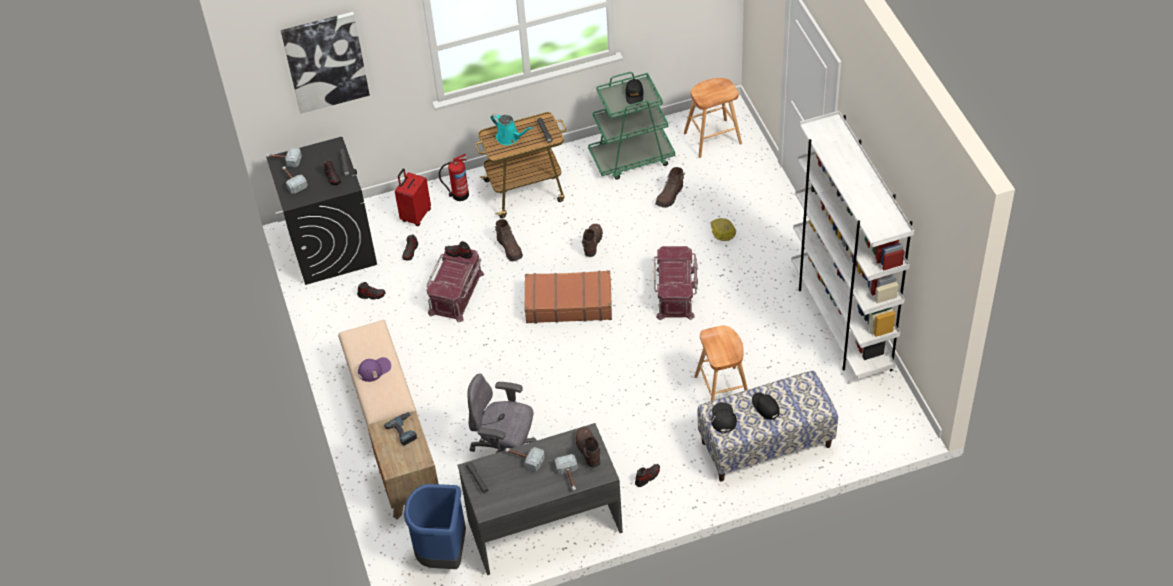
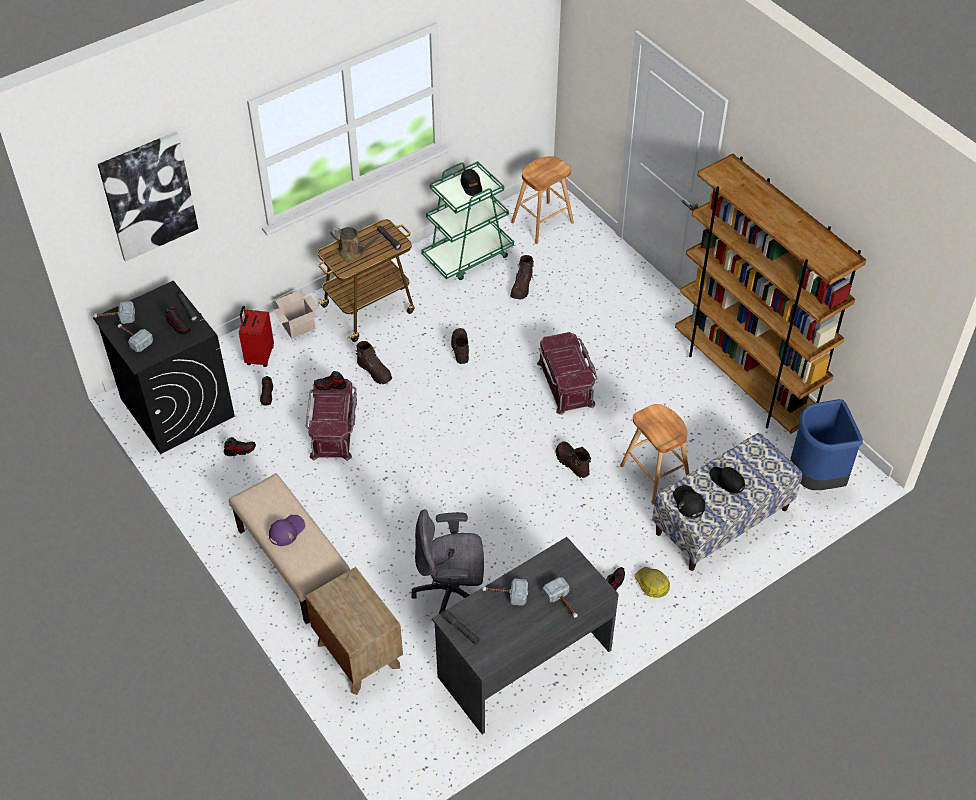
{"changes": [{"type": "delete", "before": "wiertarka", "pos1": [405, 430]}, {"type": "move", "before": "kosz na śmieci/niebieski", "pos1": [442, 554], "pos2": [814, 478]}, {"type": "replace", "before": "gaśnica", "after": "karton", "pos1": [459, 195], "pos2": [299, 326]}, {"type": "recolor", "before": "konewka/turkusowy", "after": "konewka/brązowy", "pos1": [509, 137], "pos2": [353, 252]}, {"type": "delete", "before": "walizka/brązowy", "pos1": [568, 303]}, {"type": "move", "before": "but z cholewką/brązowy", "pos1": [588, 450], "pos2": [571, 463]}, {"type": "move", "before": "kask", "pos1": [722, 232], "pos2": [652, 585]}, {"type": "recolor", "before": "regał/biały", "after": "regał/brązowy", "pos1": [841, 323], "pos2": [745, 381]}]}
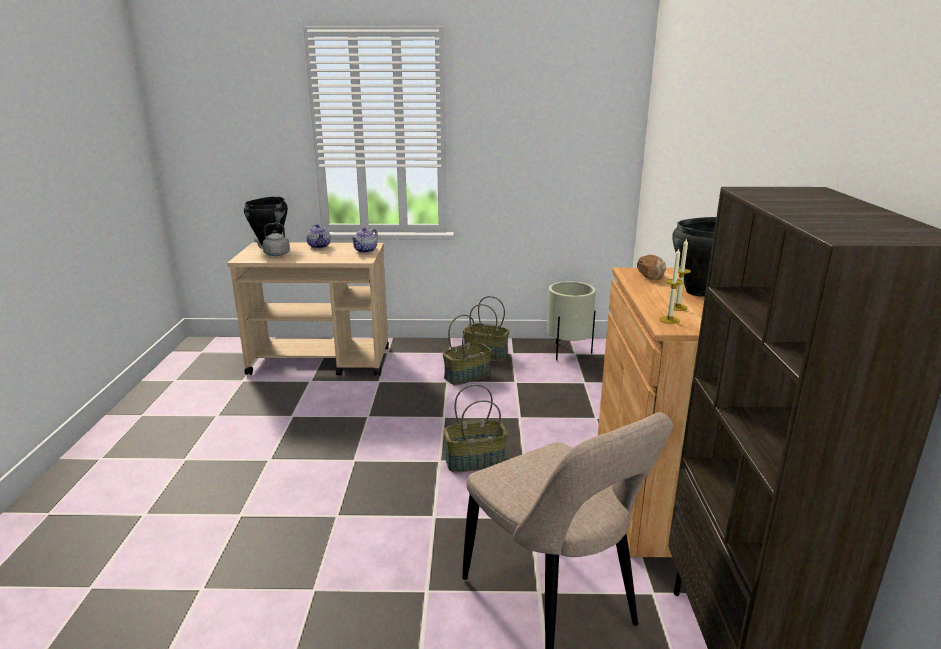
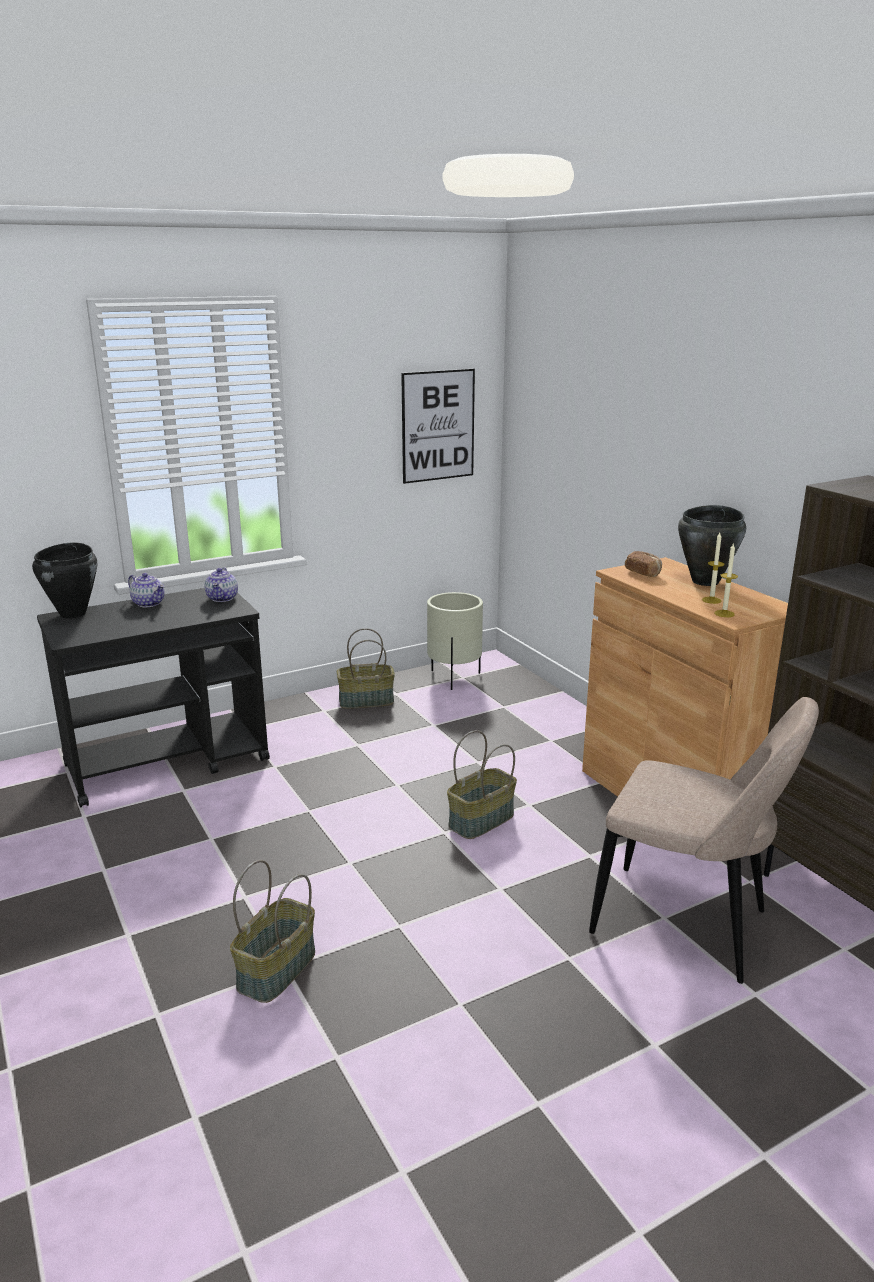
{"changes": [{"type": "recolor", "before": "wózek/beżowy", "after": "wózek/czarny", "pos1": [321, 361], "pos2": [168, 762]}, {"type": "delete", "before": "czajnik/szary", "pos1": [275, 254]}, {"type": "move", "before": "koszyk", "pos1": [467, 376], "pos2": [277, 971]}, {"type": "insert", "after": "obraz", "pos2": [438, 426]}]}
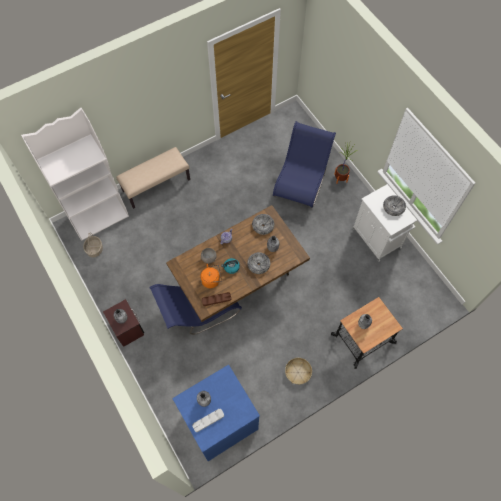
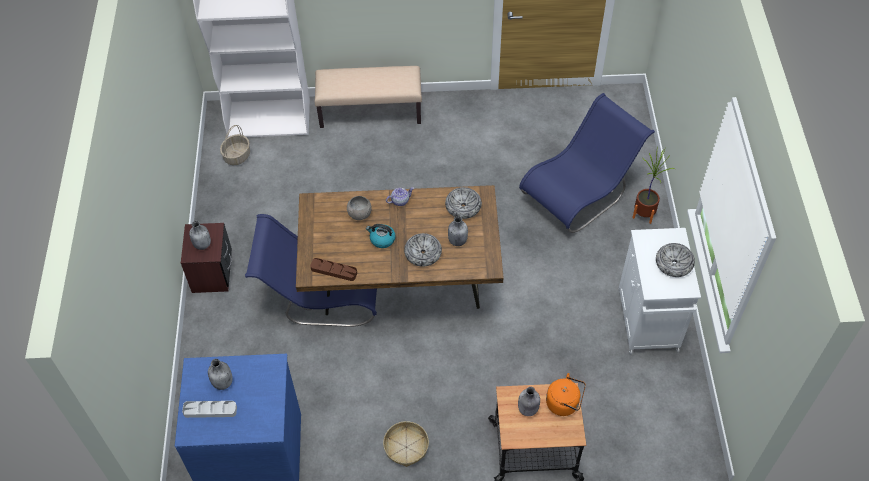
{"changes": [{"type": "move", "before": "czajnik/pomarańczowy", "pos1": [212, 280], "pos2": [564, 403]}]}
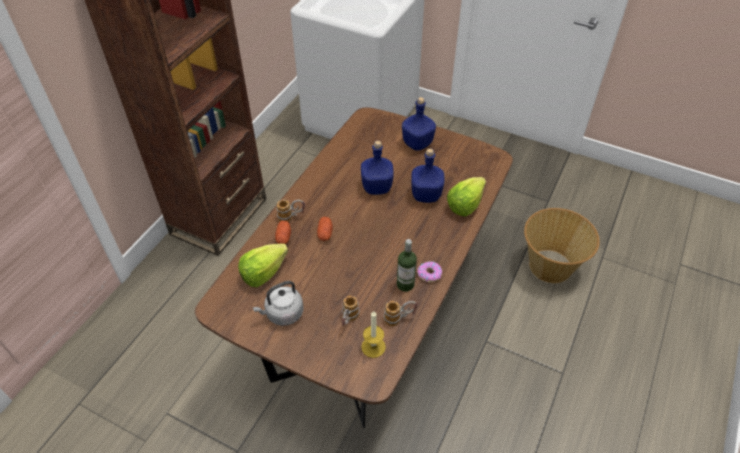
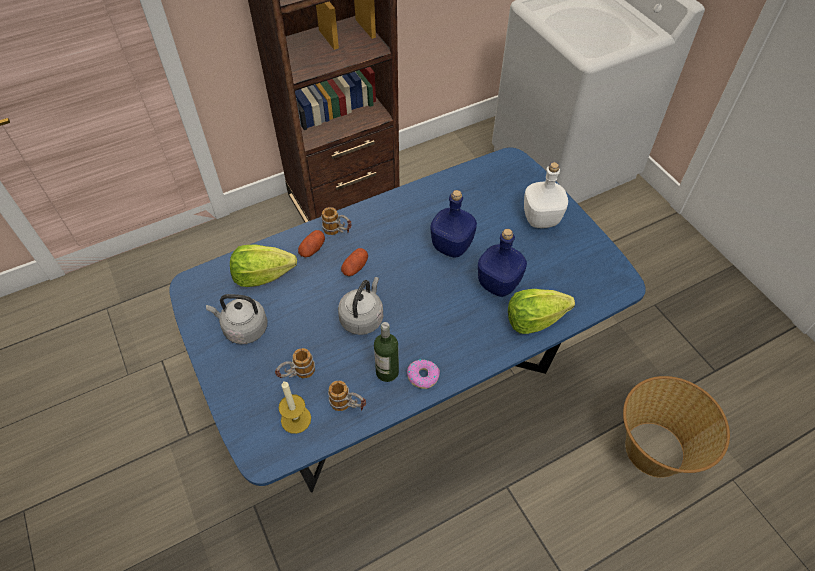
{"changes": [{"type": "recolor", "before": "stół jadalny/brązowy", "after": "stół jadalny/niebieski", "pos1": [370, 315], "pos2": [407, 381]}, {"type": "recolor", "before": "butelka/niebieski", "after": "butelka/biały", "pos1": [417, 144], "pos2": [540, 219]}, {"type": "insert", "after": "czajnik/szary", "pos2": [363, 317]}]}
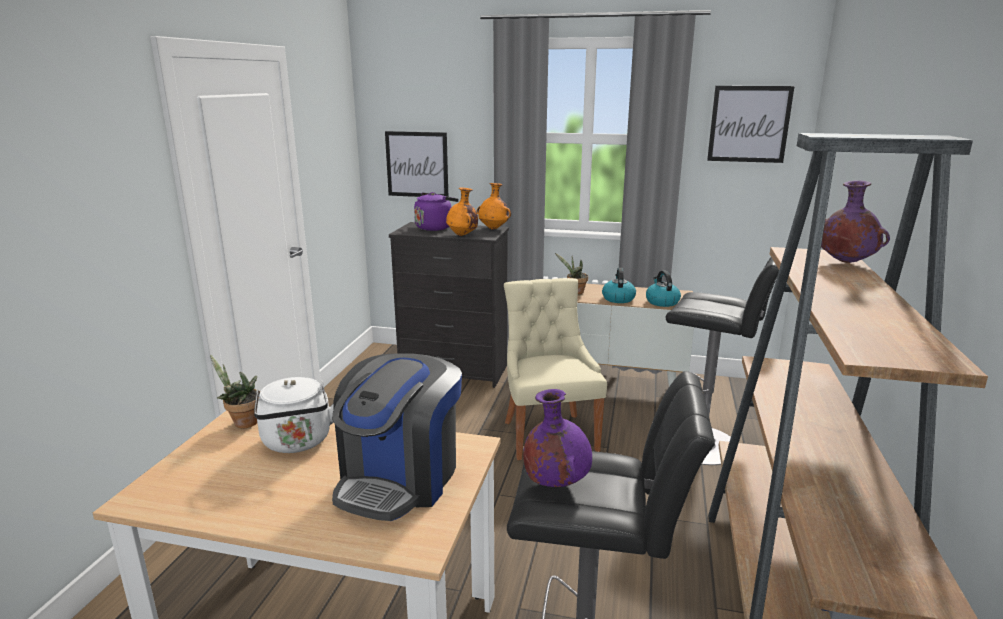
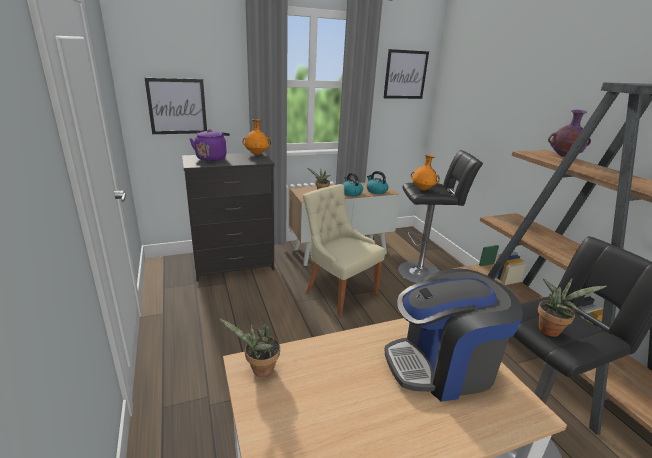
{"changes": [{"type": "delete", "before": "czajnik/biały", "pos1": [298, 442]}, {"type": "rotate", "before": "ekspres do kawy", "pos1": [400, 478], "pos2": [442, 365], "turn": 90}, {"type": "move", "before": "wazon/pomarańczowy", "pos1": [463, 235], "pos2": [423, 189]}, {"type": "replace", "before": "wazon/fioletowy", "after": "roślina doniczkowa", "pos1": [555, 483], "pos2": [551, 329]}]}
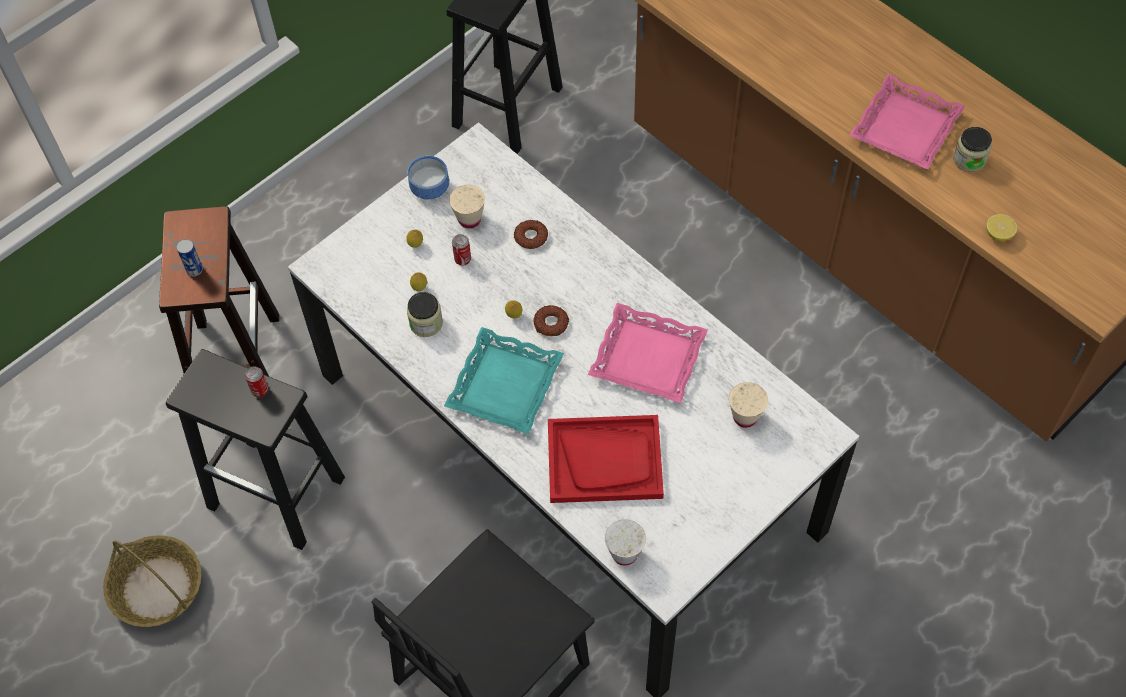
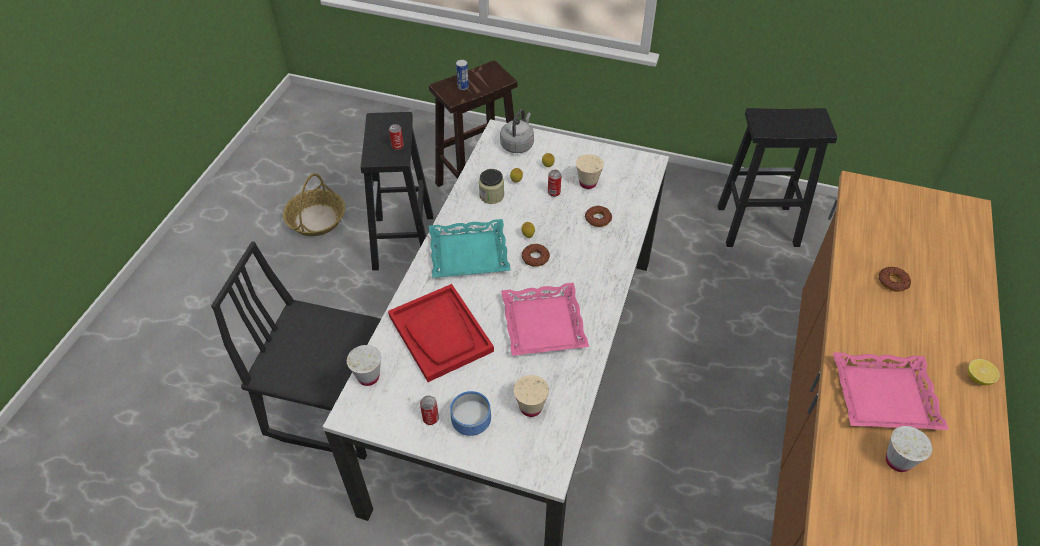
{"changes": [{"type": "move", "before": "miska", "pos1": [429, 187], "pos2": [472, 421]}, {"type": "replace", "before": "słoik", "after": "filiżanka/biały", "pos1": [969, 159], "pos2": [897, 461]}, {"type": "move", "before": "cytryna", "pos1": [998, 234], "pos2": [978, 378]}, {"type": "insert", "after": "puszka", "pos2": [430, 418]}, {"type": "insert", "after": "czajnik/szary", "pos2": [518, 144]}, {"type": "insert", "after": "donut", "pos2": [893, 282]}]}
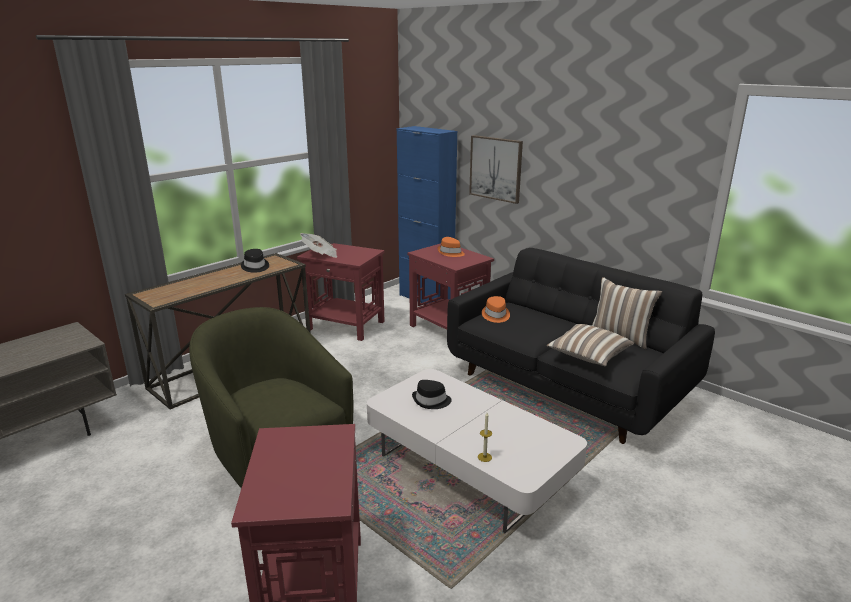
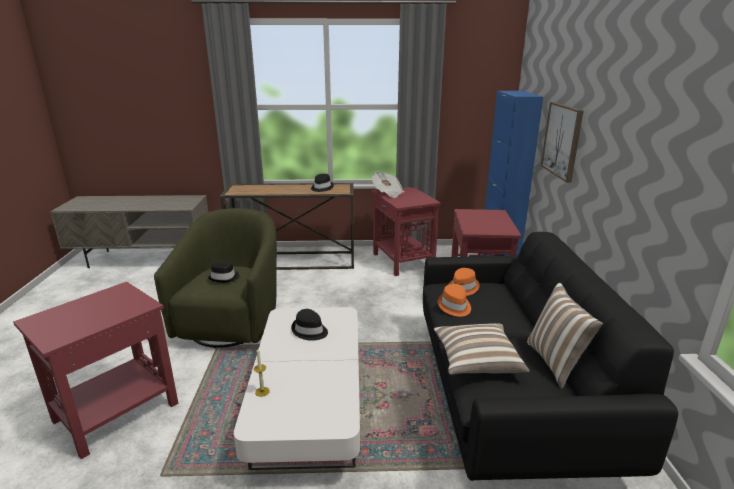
{"changes": [{"type": "move", "before": "kapelusz/pomarańczowy", "pos1": [450, 253], "pos2": [454, 306]}, {"type": "insert", "after": "kapelusz/czarny", "pos2": [224, 278]}]}
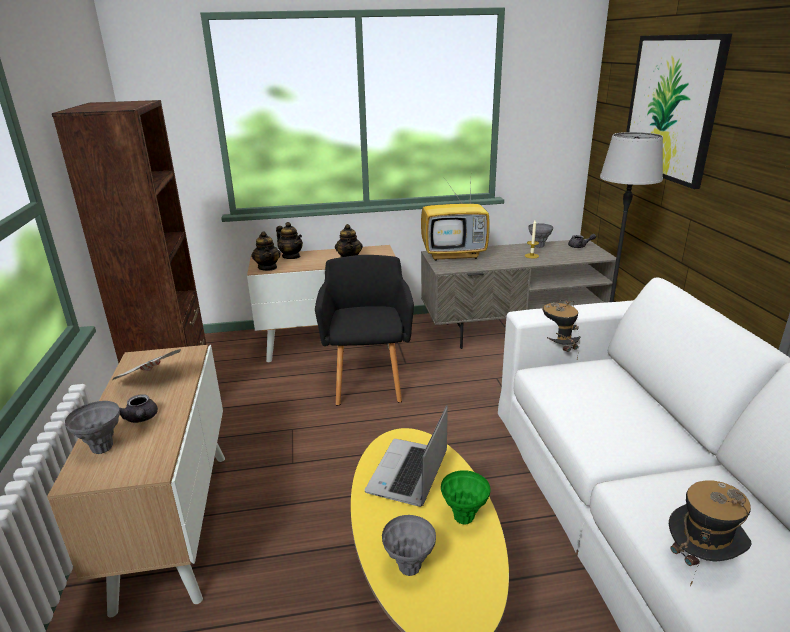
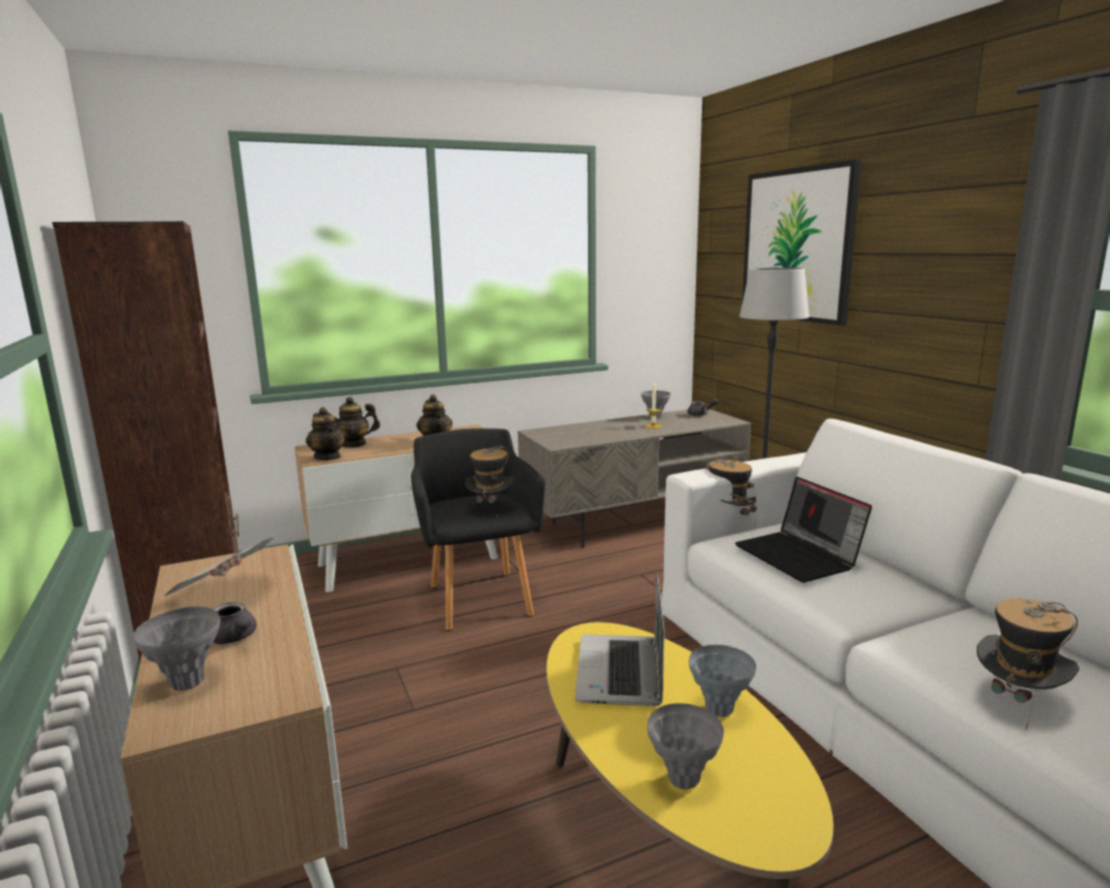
{"changes": [{"type": "rotate", "before": "imbryk", "pos1": [291, 256], "pos2": [354, 444], "turn": 135}, {"type": "delete", "before": "telewizor", "pos1": [455, 255]}, {"type": "recolor", "before": "wazon/zielony", "after": "wazon/szary", "pos1": [464, 518], "pos2": [719, 710]}, {"type": "insert", "after": "kapelusz", "pos2": [491, 509]}, {"type": "insert", "after": "laptop", "pos2": [799, 557]}]}
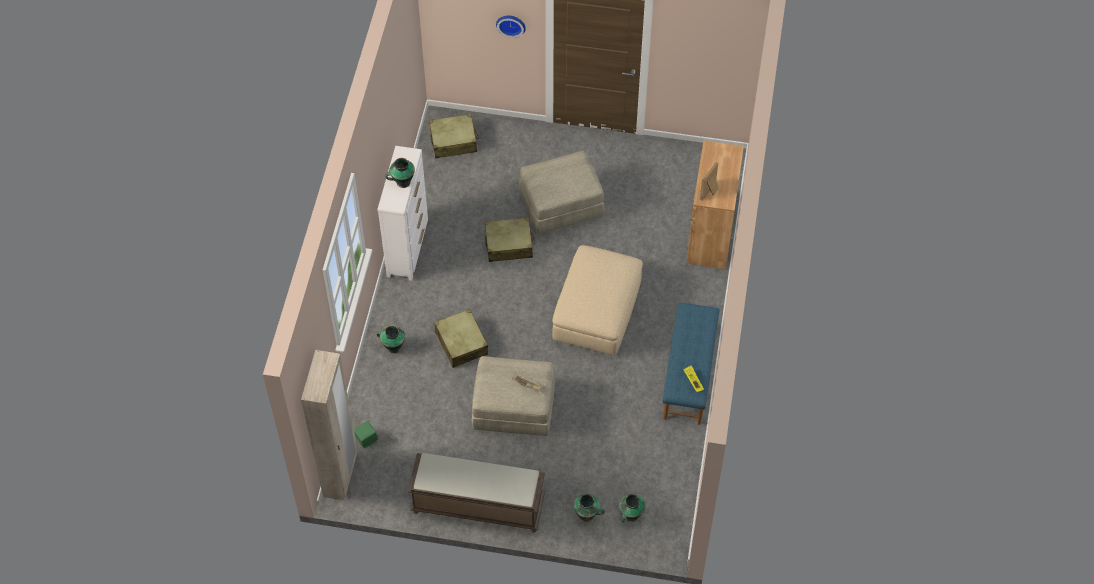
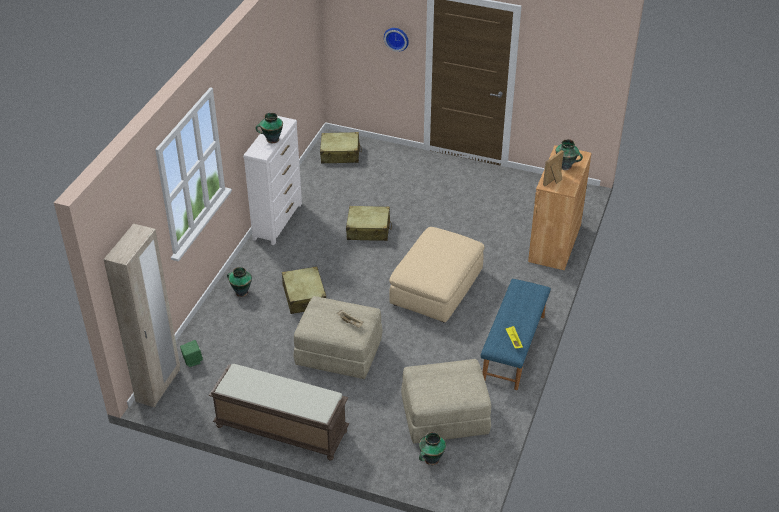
{"changes": [{"type": "move", "before": "pufa/beżowy", "pos1": [561, 205], "pos2": [444, 417]}, {"type": "move", "before": "wazon", "pos1": [587, 516], "pos2": [566, 166]}]}
